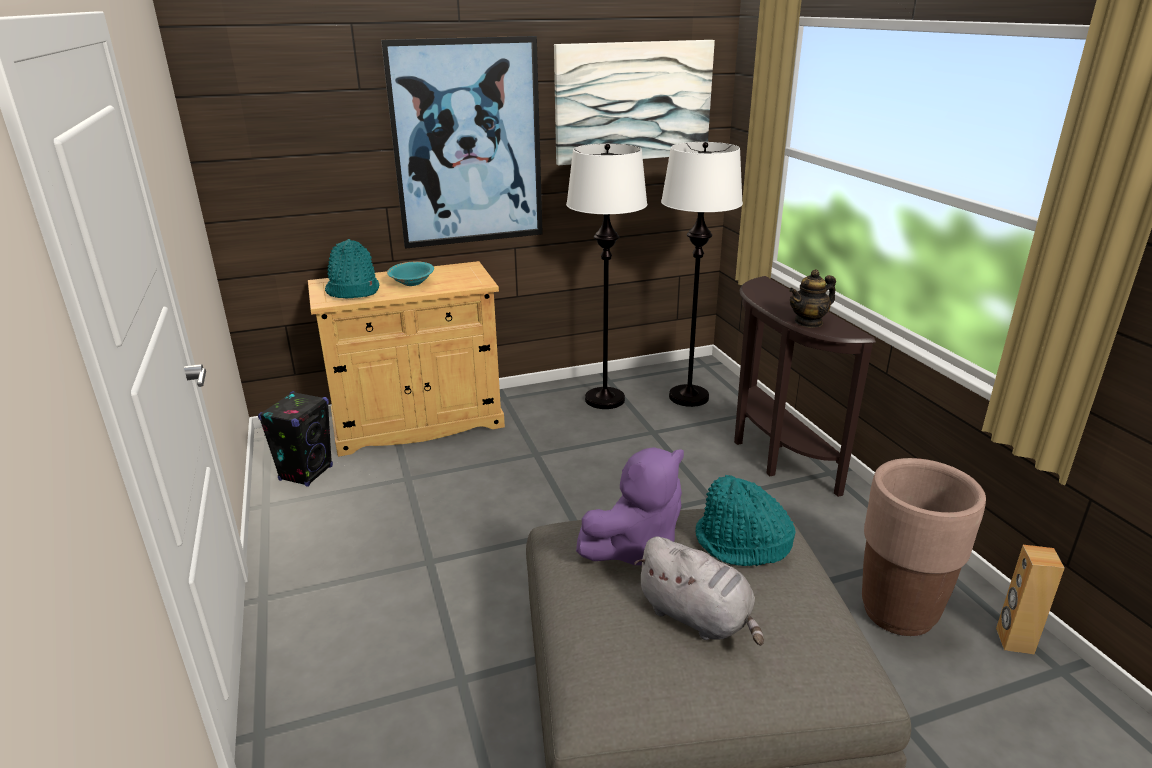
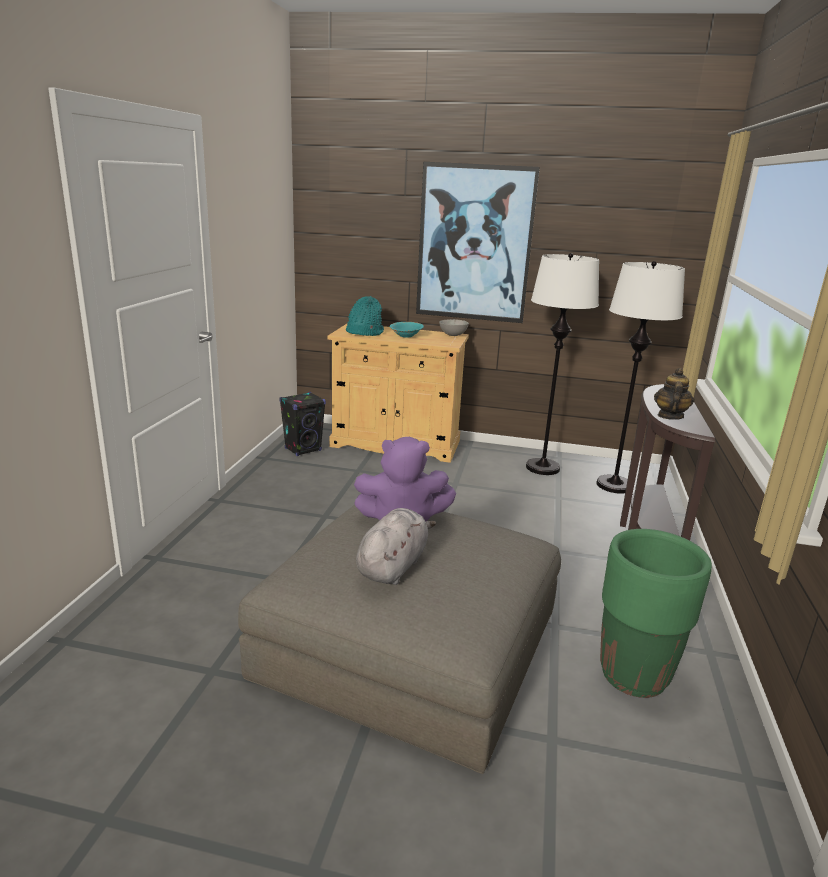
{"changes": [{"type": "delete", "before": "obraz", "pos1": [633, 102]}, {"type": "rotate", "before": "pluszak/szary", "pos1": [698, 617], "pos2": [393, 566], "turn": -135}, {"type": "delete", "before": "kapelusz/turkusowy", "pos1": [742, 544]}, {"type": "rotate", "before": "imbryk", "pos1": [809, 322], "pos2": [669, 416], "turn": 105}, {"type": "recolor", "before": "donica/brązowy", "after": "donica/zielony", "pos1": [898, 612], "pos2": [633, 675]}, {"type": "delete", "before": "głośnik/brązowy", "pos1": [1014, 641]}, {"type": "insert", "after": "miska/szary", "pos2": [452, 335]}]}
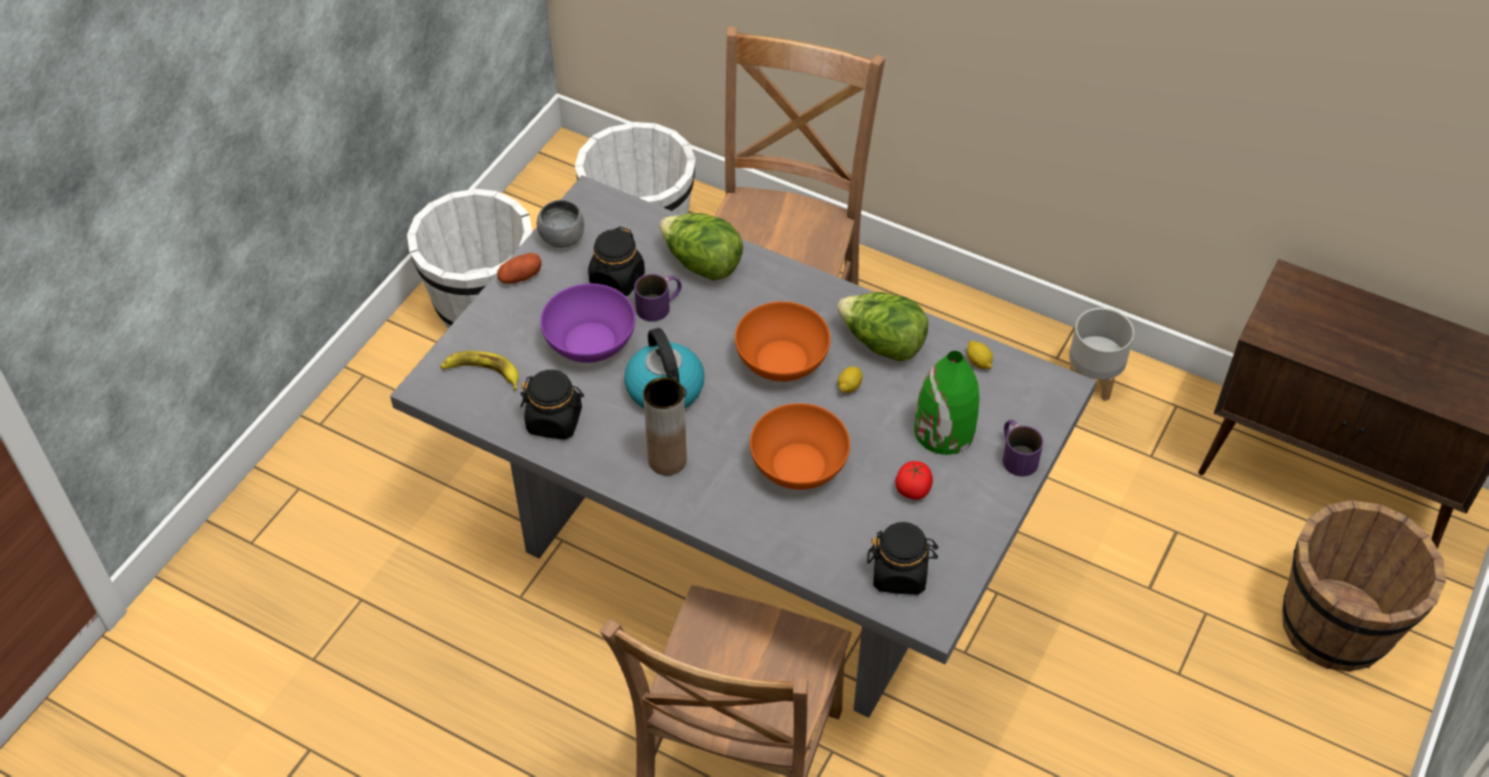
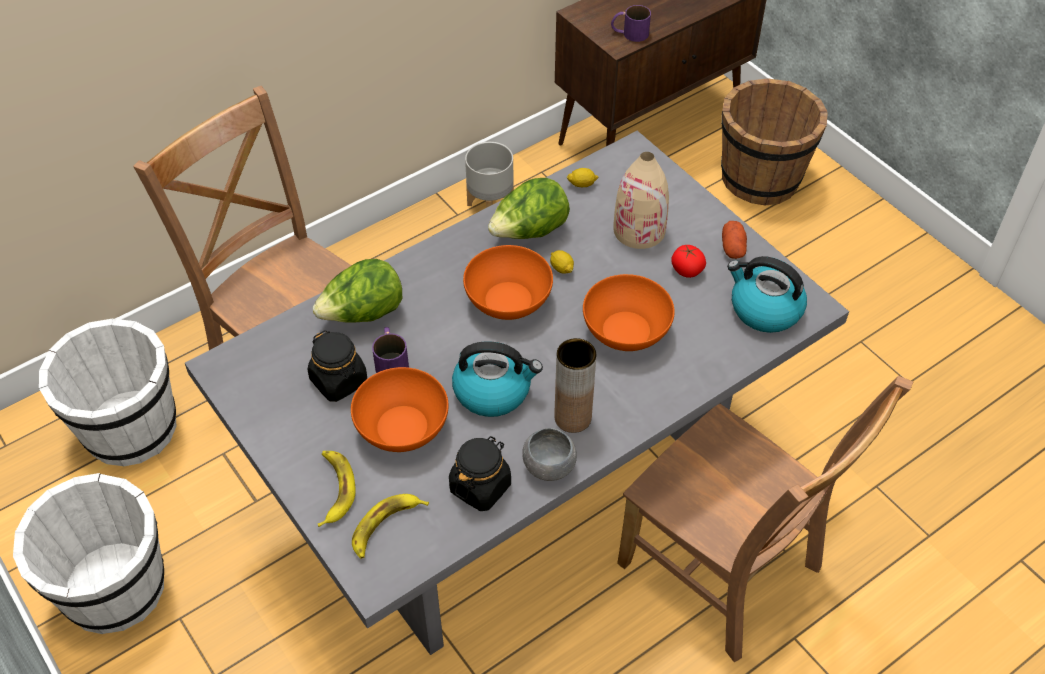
{"changes": [{"type": "move", "before": "ziemniak", "pos1": [520, 277], "pos2": [733, 247]}, {"type": "move", "before": "miska/szary", "pos1": [562, 238], "pos2": [549, 467]}, {"type": "recolor", "before": "miska/fioletowy", "after": "miska/pomarańczowy", "pos1": [590, 343], "pos2": [402, 428]}, {"type": "replace", "before": "słoik/czarny", "after": "czajnik", "pos1": [900, 574], "pos2": [764, 309]}, {"type": "recolor", "before": "wazon/zielony", "after": "wazon/beżowy", "pos1": [944, 431], "pos2": [639, 230]}, {"type": "move", "before": "kubek/fioletowy", "pos1": [1016, 454], "pos2": [629, 33]}, {"type": "insert", "after": "banan", "pos2": [334, 489]}]}
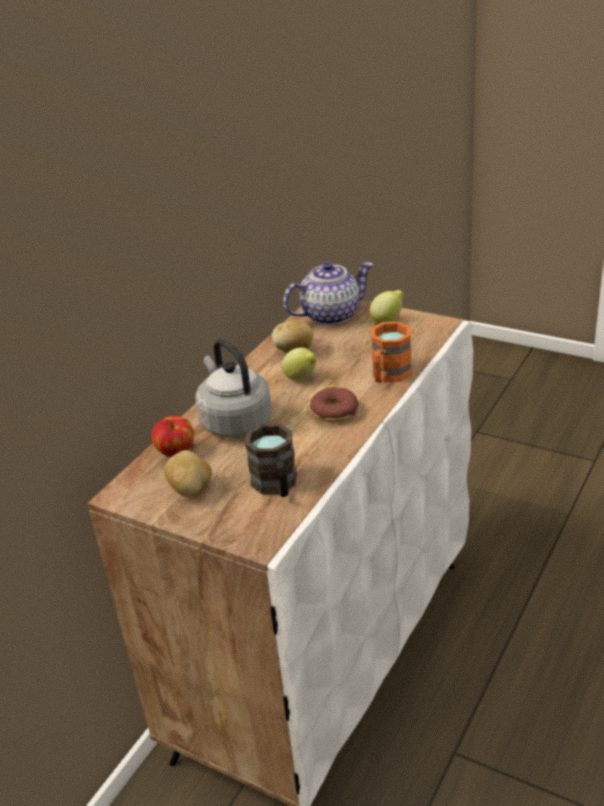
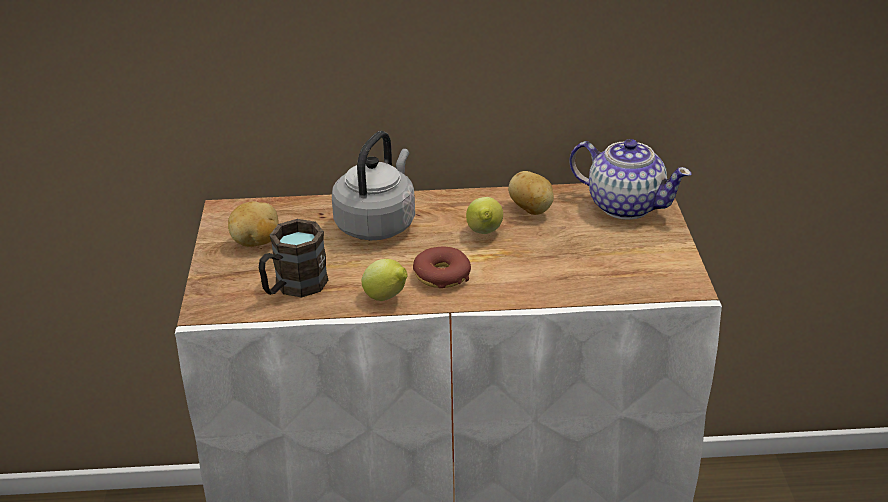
{"changes": [{"type": "delete", "before": "jabłko", "pos1": [176, 452]}, {"type": "move", "before": "cytryna", "pos1": [387, 321], "pos2": [387, 298]}, {"type": "delete", "before": "kubek/pomarańczowy", "pos1": [388, 376]}]}
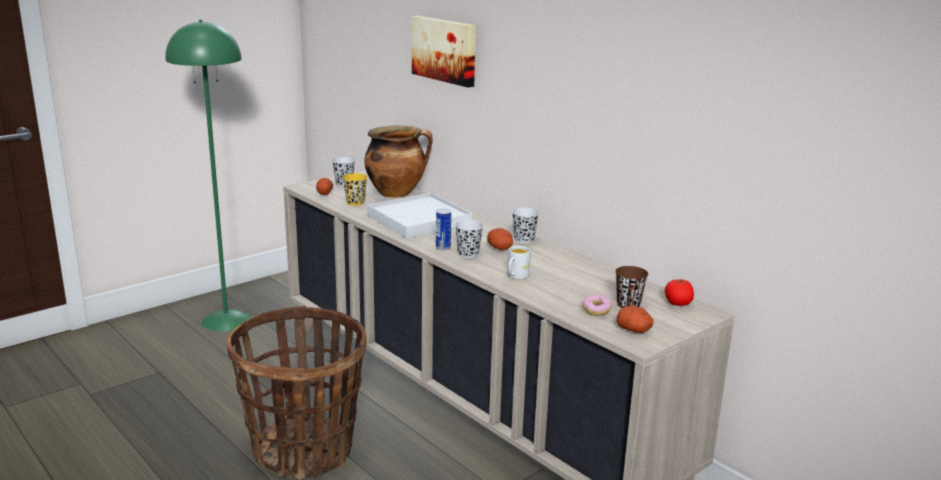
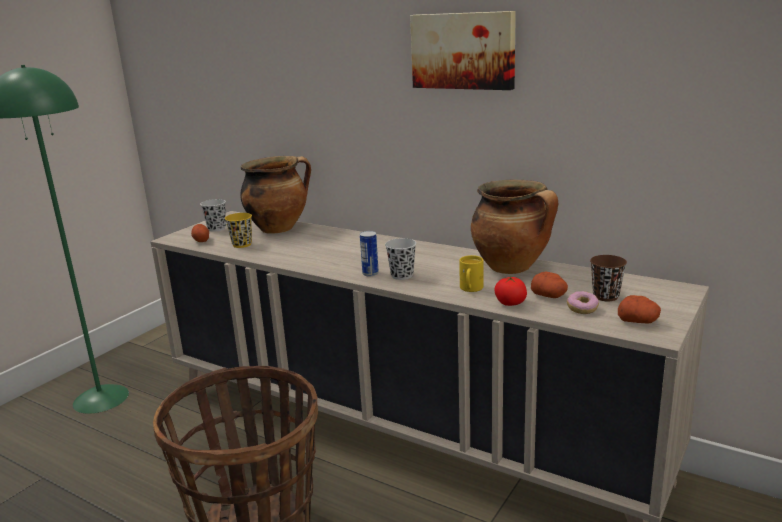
{"changes": [{"type": "delete", "before": "taca/biały", "pos1": [419, 220]}, {"type": "move", "before": "obraz", "pos1": [445, 50], "pos2": [463, 50]}, {"type": "move", "before": "ziemniak", "pos1": [500, 248], "pos2": [549, 296]}, {"type": "recolor", "before": "kubek/biały", "after": "kubek/żółty", "pos1": [516, 276], "pos2": [470, 289]}, {"type": "delete", "before": "filiżanka/czarny", "pos1": [524, 240]}, {"type": "move", "before": "pomidor", "pos1": [678, 303], "pos2": [510, 303]}, {"type": "insert", "after": "garnek", "pos2": [512, 268]}]}
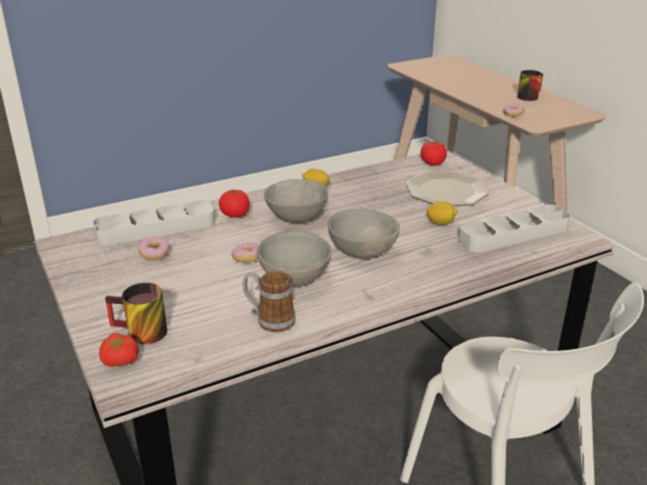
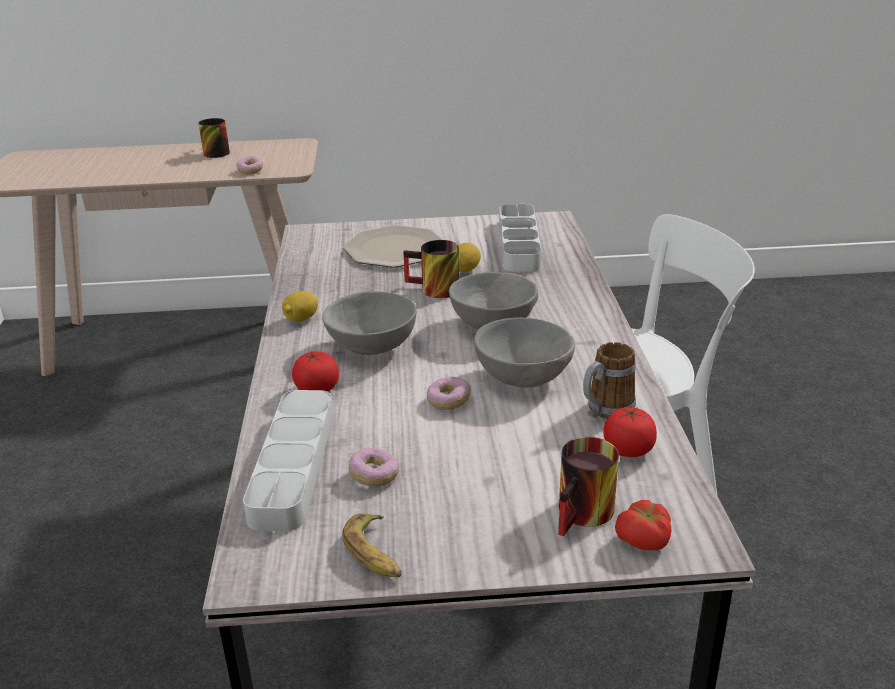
{"changes": [{"type": "move", "before": "pomidor", "pos1": [432, 163], "pos2": [628, 450]}, {"type": "insert", "after": "banan", "pos2": [375, 553]}, {"type": "insert", "after": "kubek", "pos2": [433, 290]}]}
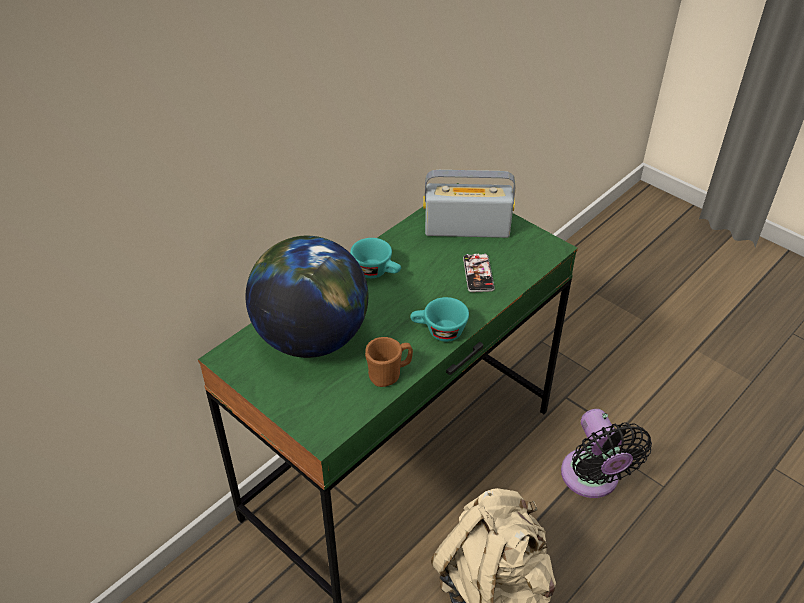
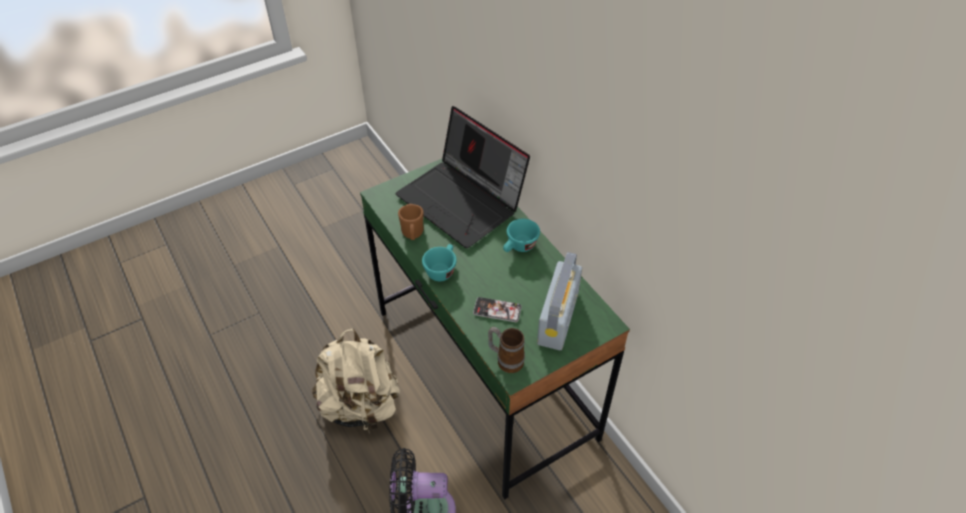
{"changes": [{"type": "replace", "before": "globus", "after": "laptop", "pos1": [311, 337], "pos2": [463, 201]}, {"type": "insert", "after": "kubek", "pos2": [505, 360]}]}
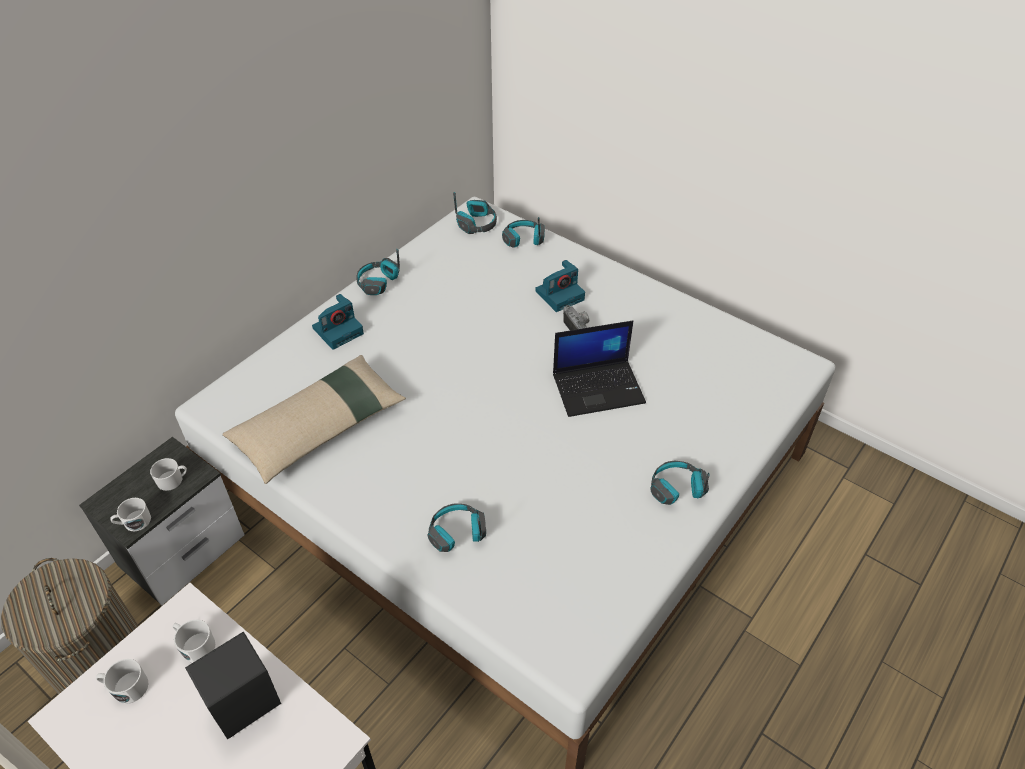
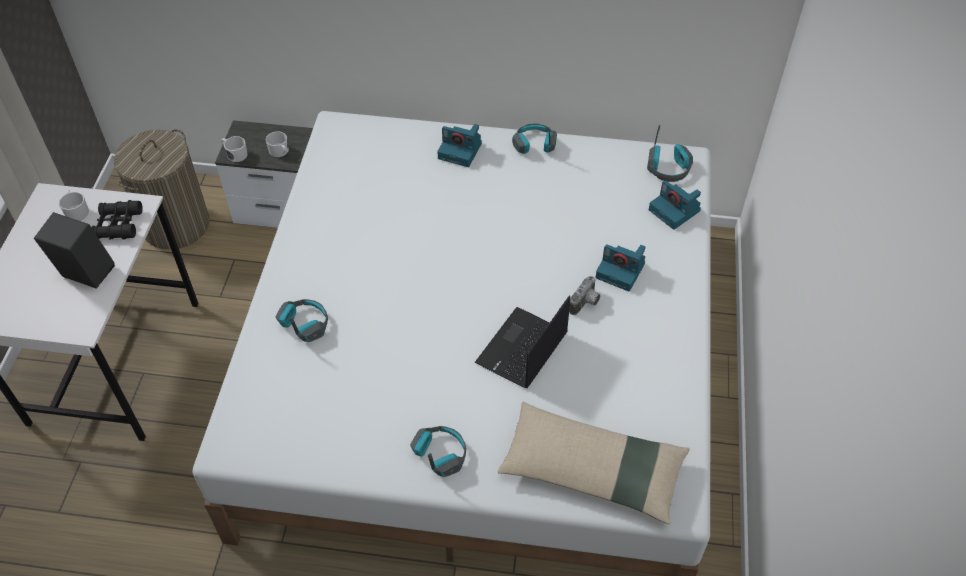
{"changes": [{"type": "replace", "before": "kubek/biały", "after": "lornetka/czarny", "pos1": [195, 645], "pos2": [118, 225]}, {"type": "move", "before": "poduszka/beżowy", "pos1": [319, 427], "pos2": [592, 470]}, {"type": "replace", "before": "słuchawki", "after": "aparat fotograficzny", "pos1": [523, 240], "pos2": [675, 211]}, {"type": "rotate", "before": "laptop", "pos1": [599, 387], "pos2": [522, 349], "turn": 75}]}
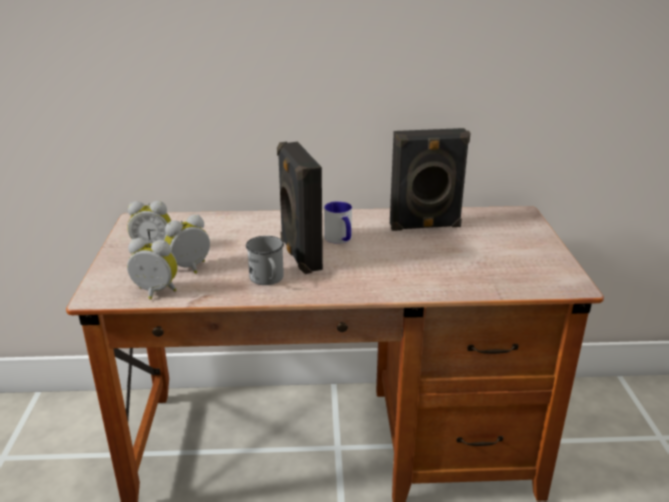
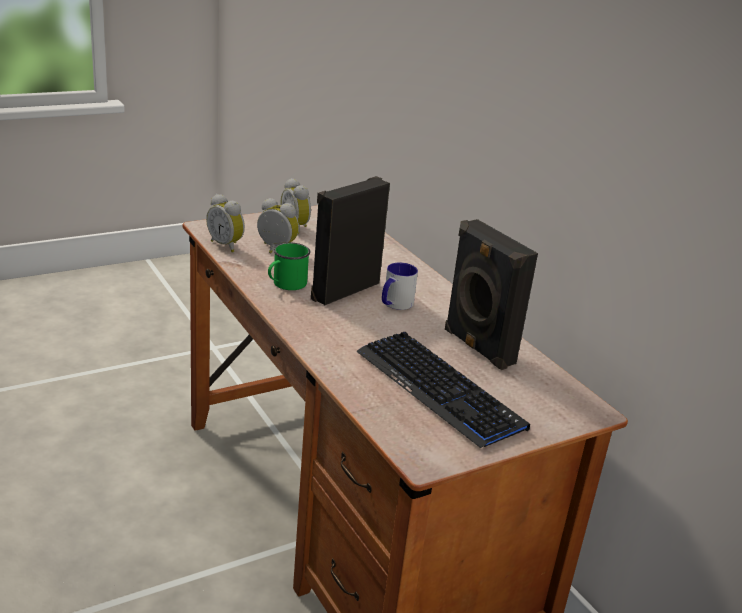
{"changes": [{"type": "rotate", "before": "budzik", "pos1": [155, 293], "pos2": [227, 245], "turn": 150}, {"type": "recolor", "before": "kubek/szary", "after": "kubek/zielony", "pos1": [268, 279], "pos2": [285, 284]}, {"type": "insert", "after": "klawiatura", "pos2": [439, 390]}]}
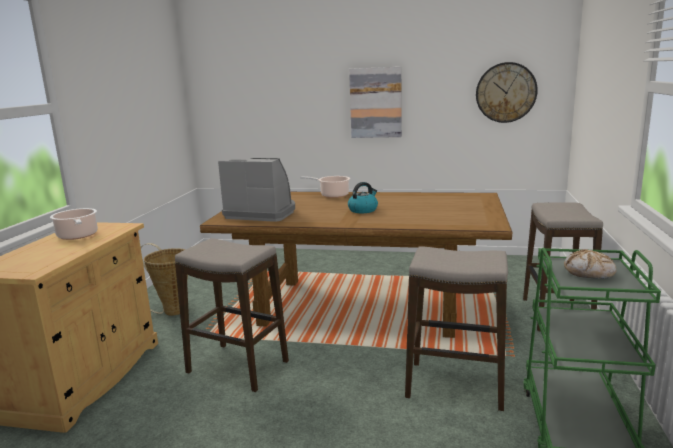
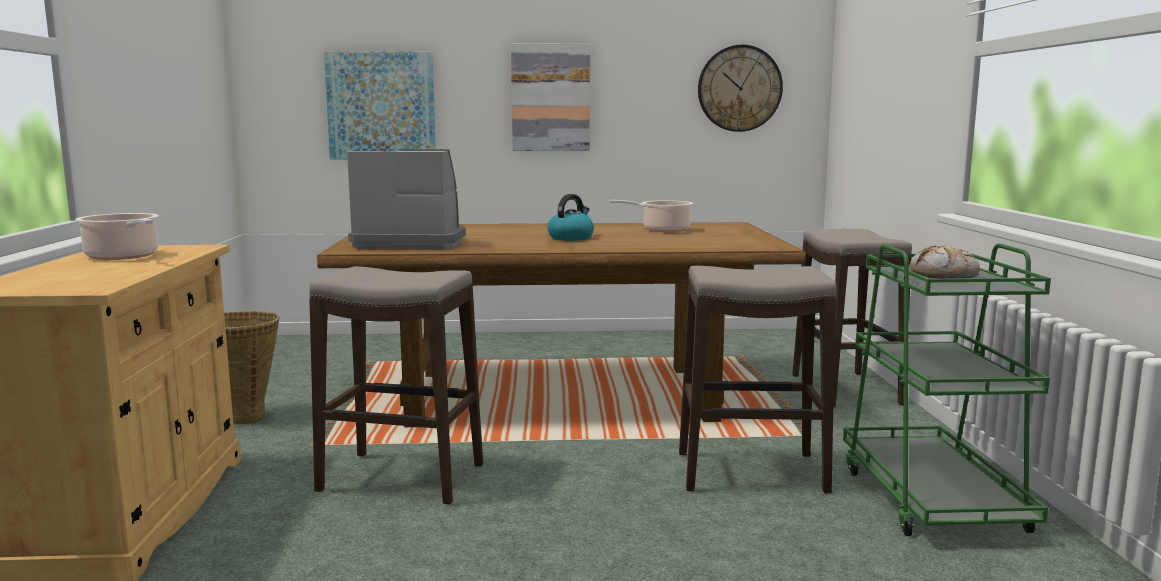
{"changes": [{"type": "move", "before": "garnek", "pos1": [332, 195], "pos2": [662, 230]}, {"type": "insert", "after": "obraz", "pos2": [381, 106]}]}
